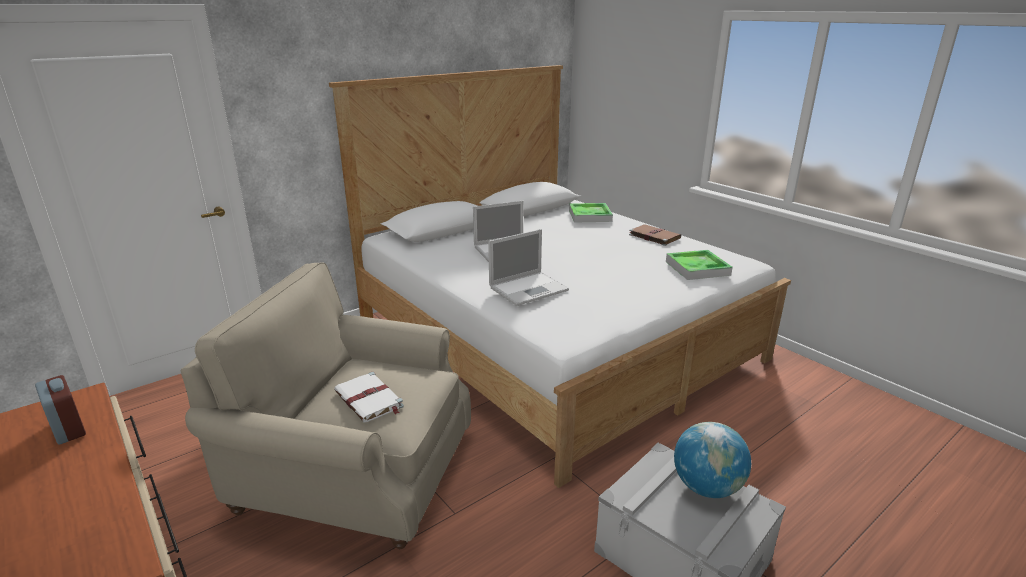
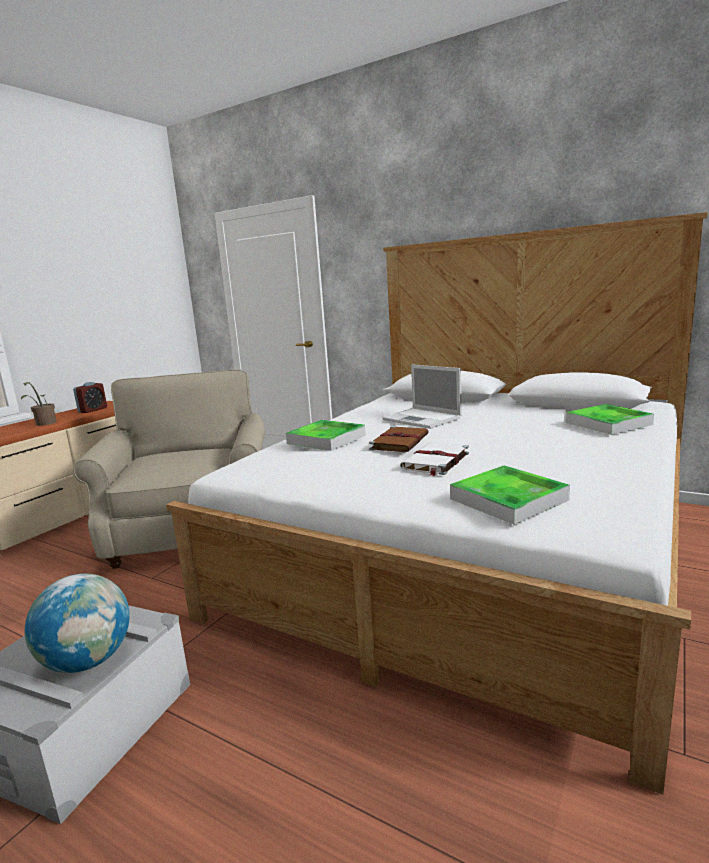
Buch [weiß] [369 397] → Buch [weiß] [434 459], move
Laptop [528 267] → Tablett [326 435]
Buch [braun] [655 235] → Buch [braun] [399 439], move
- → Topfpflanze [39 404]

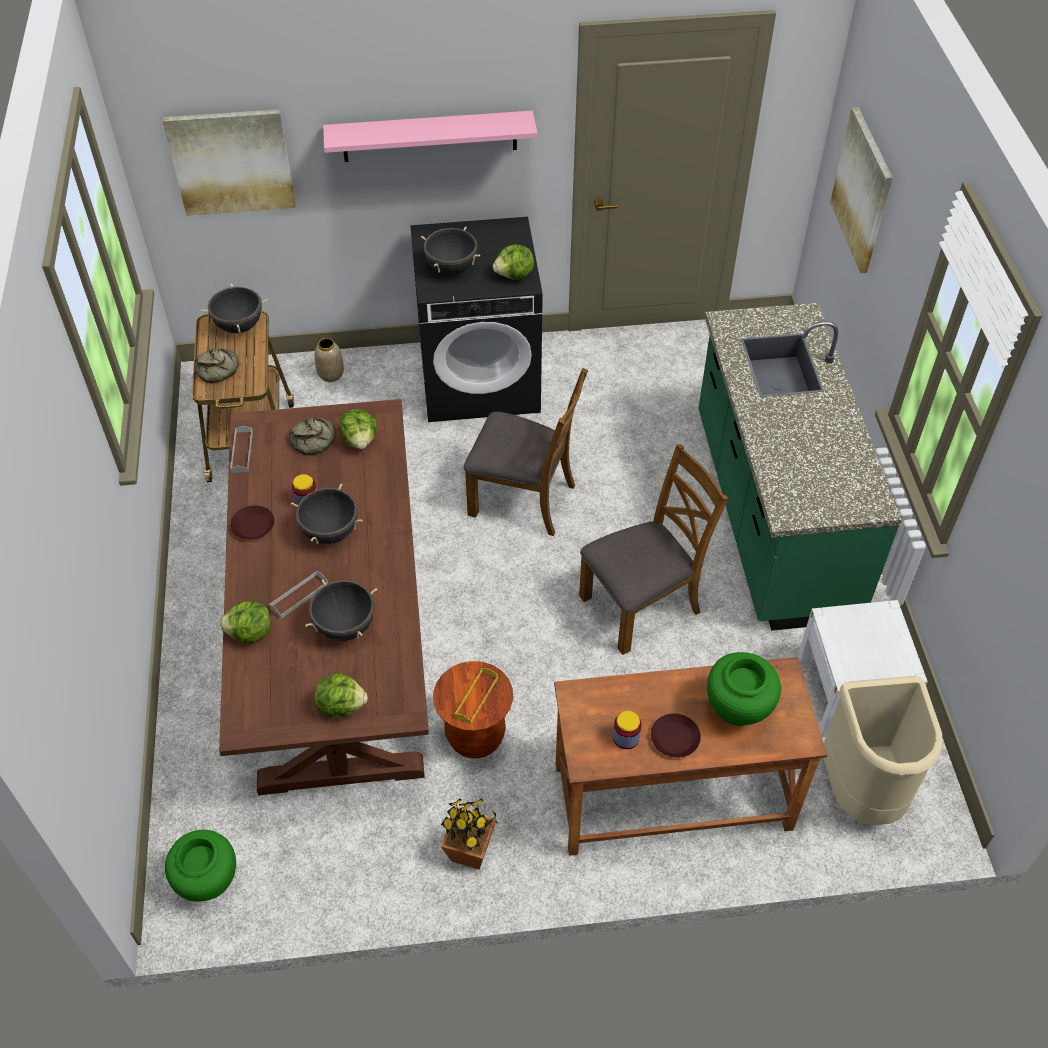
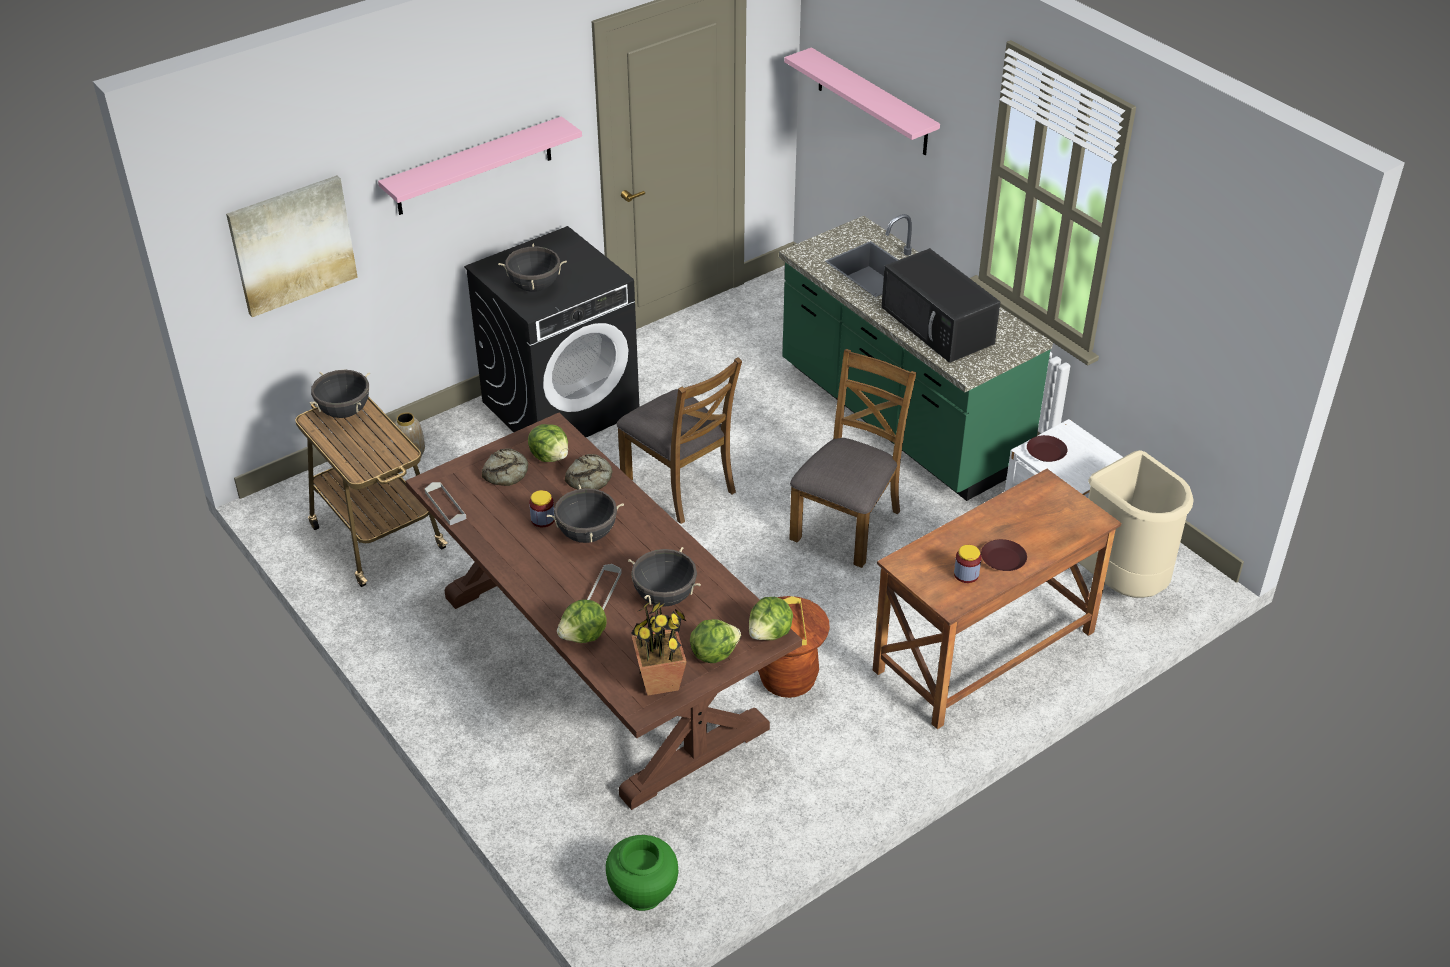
Brot [216 365] → Brot [588 472], move
Teller [braun] [252 523] → Teller [braun] [1047 448], move
Topfpflanze [469 834] → Topfpflanze [659 648], move
Stuhl [braun] [526 452] → Stuhl [braun] [679 440], 60 degrees clockwise
Salatkopf [513 262] → Salatkopf [771 618], move
Vase [grün] [744 689] → -
Bild [861 190] → Wandregal [rosa] [862 101]
- → Mikrowelle [schwarz] [941 305]

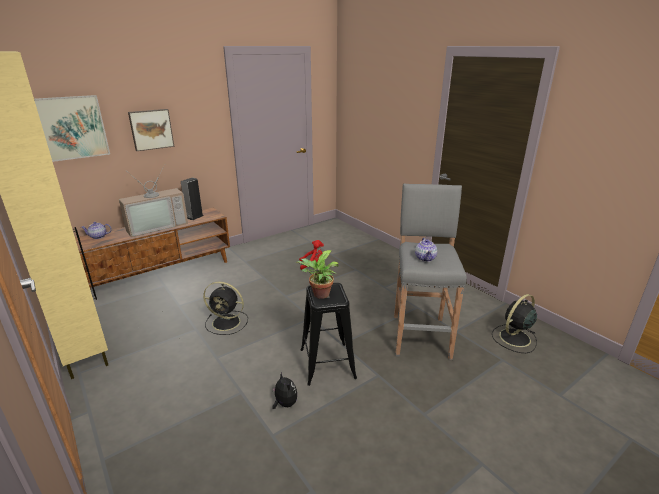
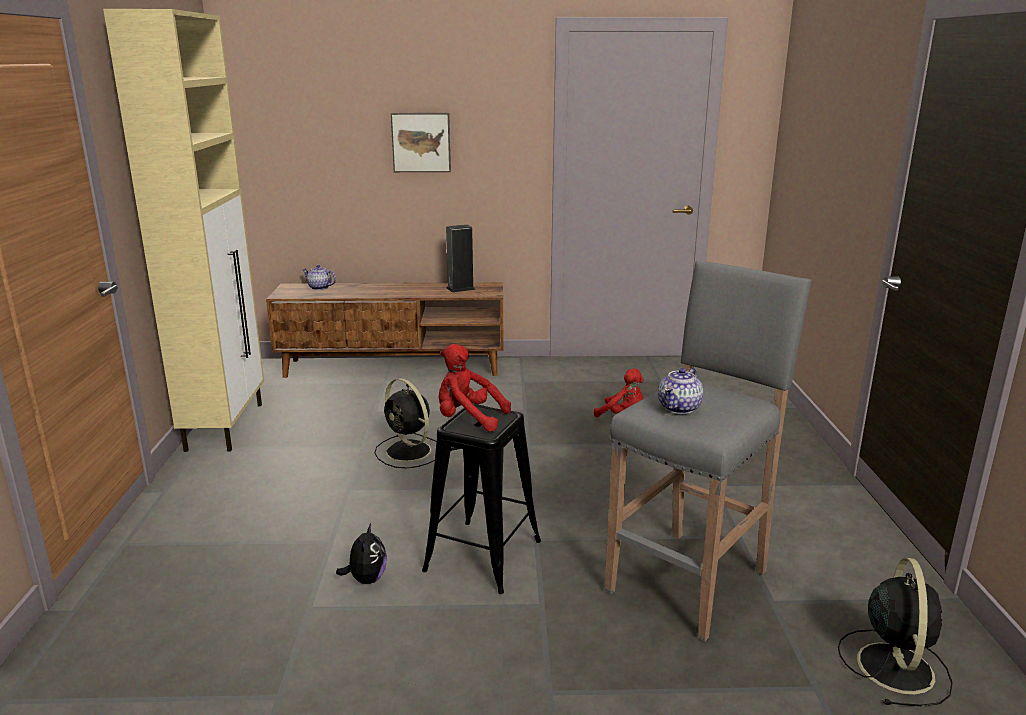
Bild [72 128] → -
Fernseher [153 201] → -
Topfpflanze [317 274] → Plüschtier [rot] [475 388]
Ventilator [schwarz] [514 323] → Ventilator [schwarz] [895 632], 105 degrees clockwise

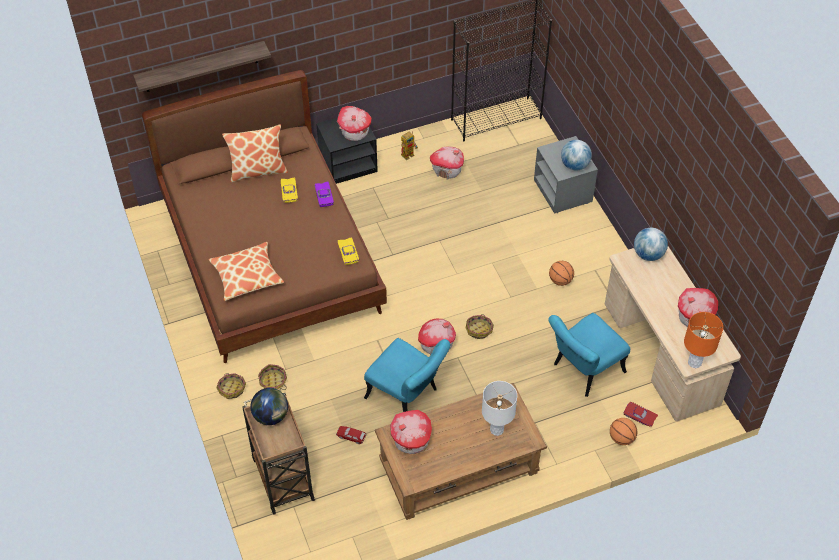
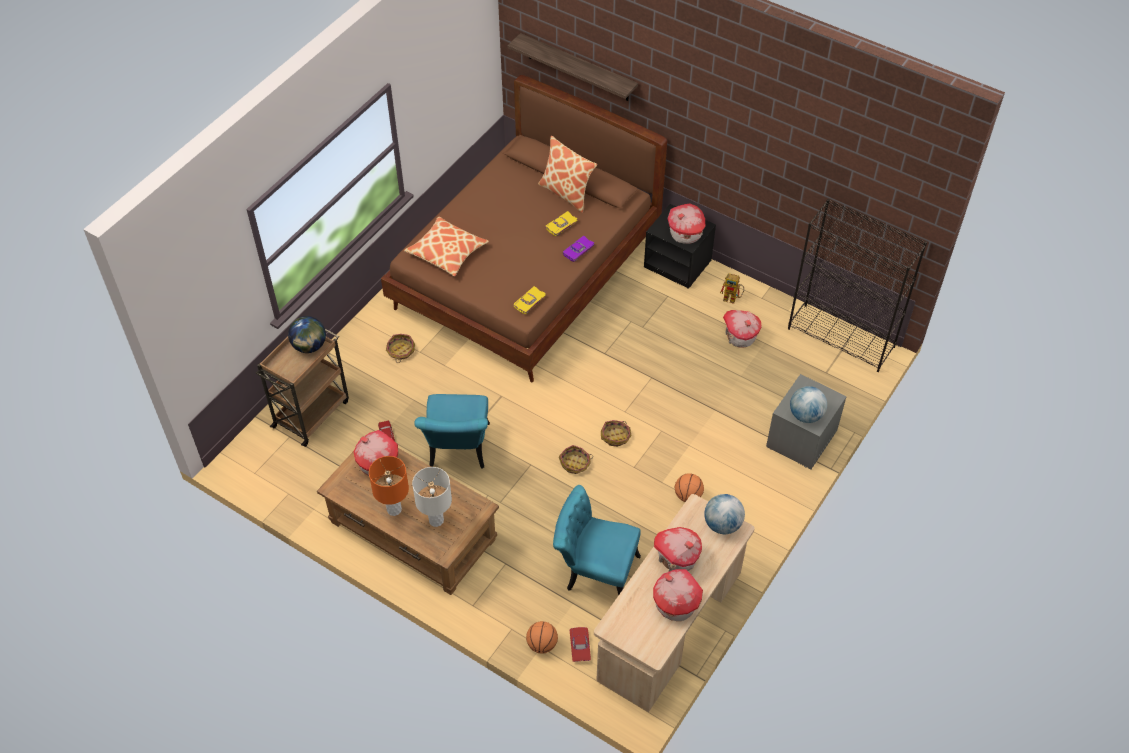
Korb [231 386] → Korb [616 433], move
Spielzeughaus [437 337] → Spielzeughaus [678 549], move
Tischlampe [orange] [703 340] → Tischlampe [orange] [389 486], move

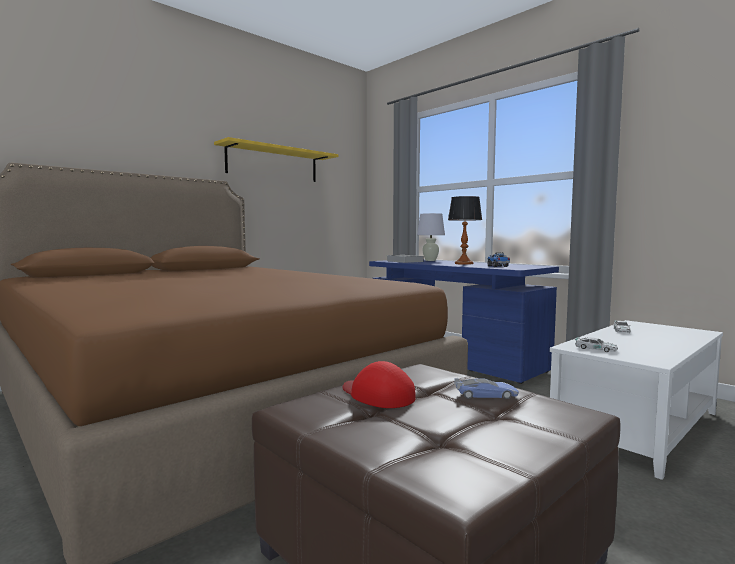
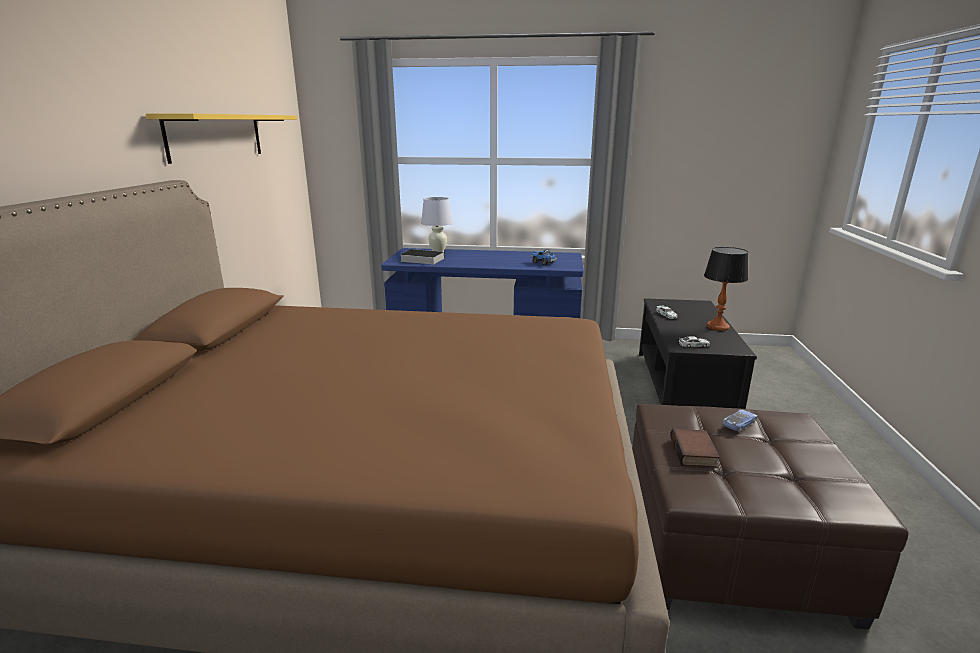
Kappe [rot] [379 384] → Buch [695 448]
Tischlampe [465 230] → Tischlampe [726 289], move
Couchtisch [weiß] [636 400] → Couchtisch [schwarz] [698 353]

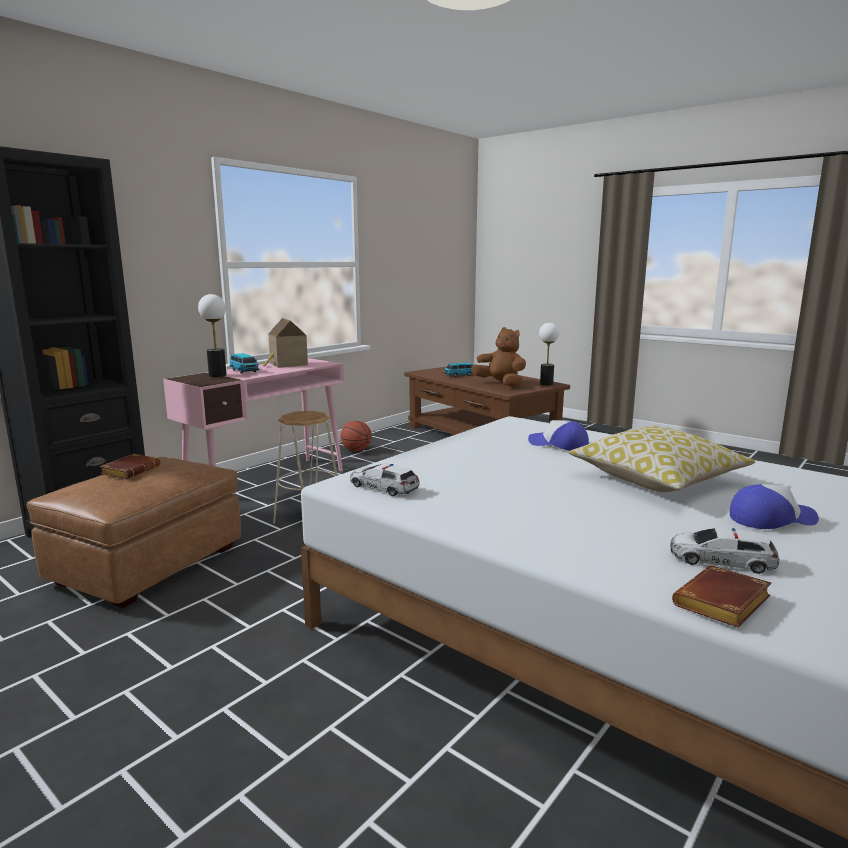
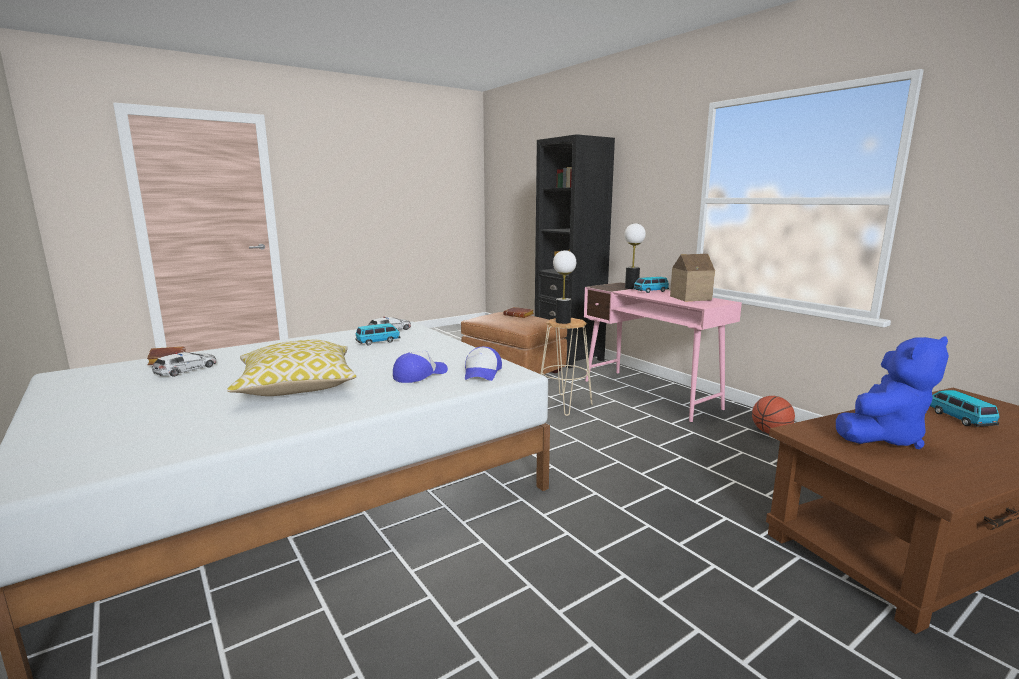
Plüschtier [braun] [498 357] → Plüschtier [blau] [892 393]
Tischlampe [549 354] → Tischlampe [564 287], move
Kappe [774 506] → Kappe [483 364], move
- → Spielzeugauto [378 334]

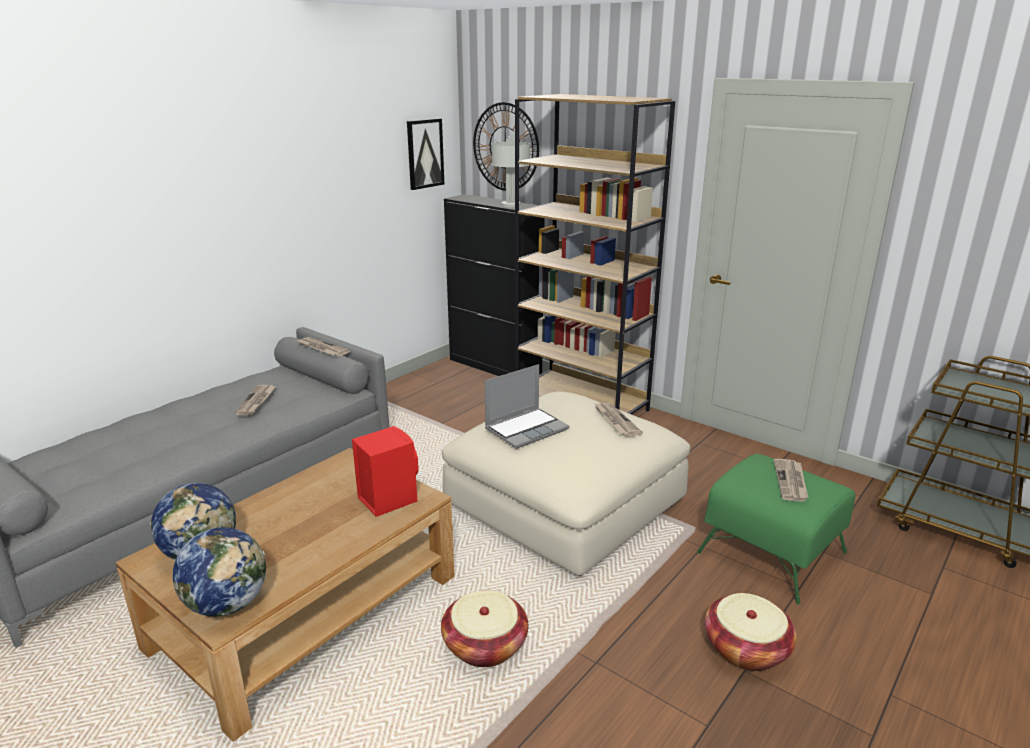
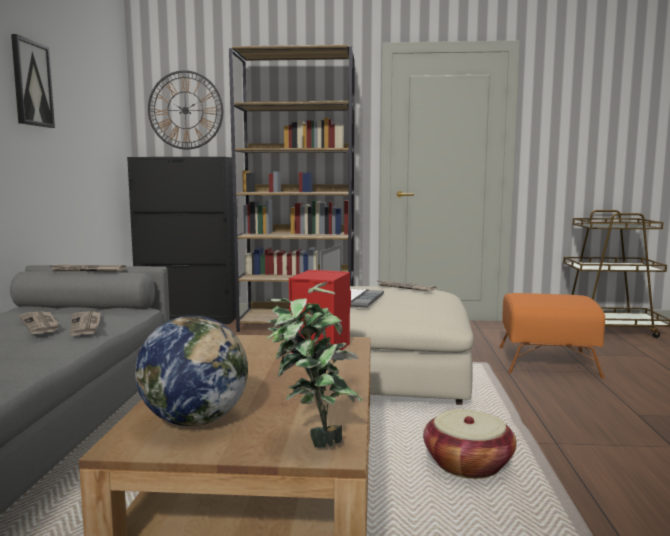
Globus [219 572] → Topfpflanze [314 364]
Bild [425 154] → Bild [33 81], move
Tischlampe [grau] [511 168] → -
Polsterhocker [grün] [776 529] → Polsterhocker [orange] [552 336]
Korb [751 632] → -
Zeitung [791 480] → Zeitung [85 323], move

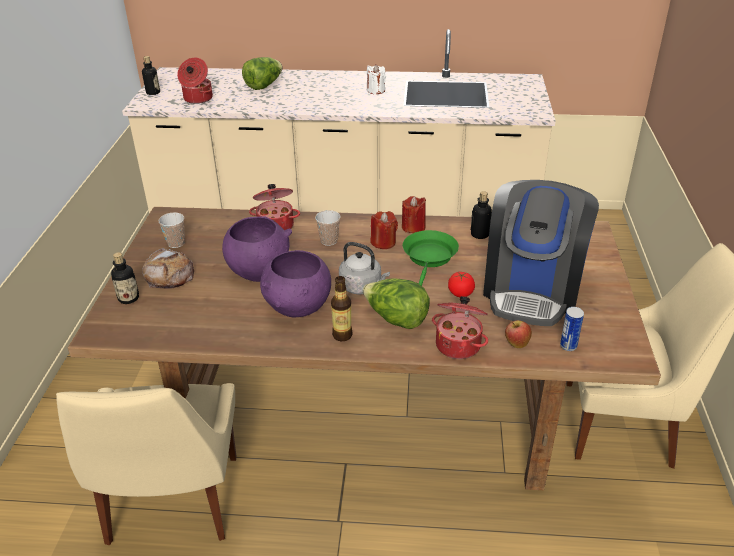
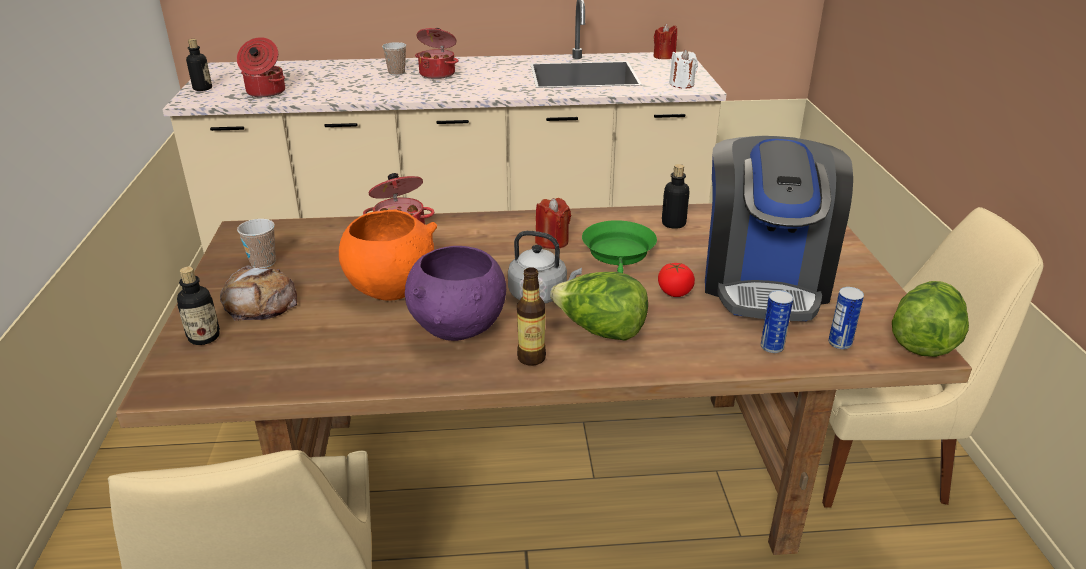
Schüssel [lila] [257 249] → Schüssel [orange] [388 255]
Salatkopf [262 73] → Salatkopf [930 319], move
Tasse [328 228] → Tasse [394 58], move
Kerze [weiß] [376 79] → Kerze [weiß] [683 69], move
Kerze [rot] [414 214] → Kerze [rot] [665 41], move
Kochtopf [460 327] → Kochtopf [437 53], move
Apfel [518 334] → Dose [777 321]

